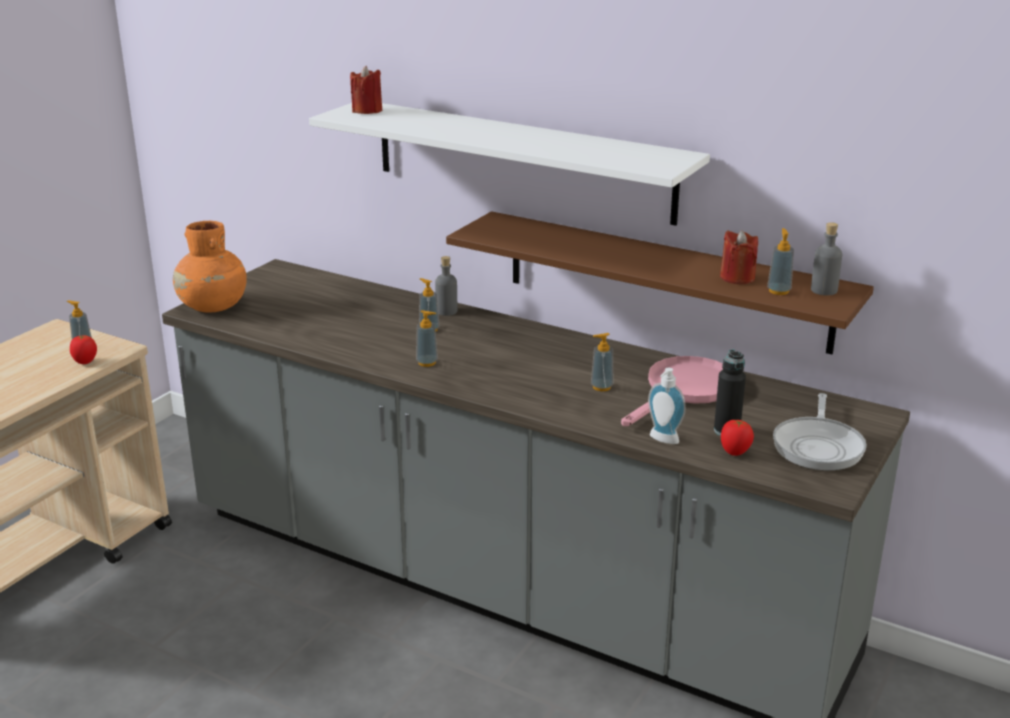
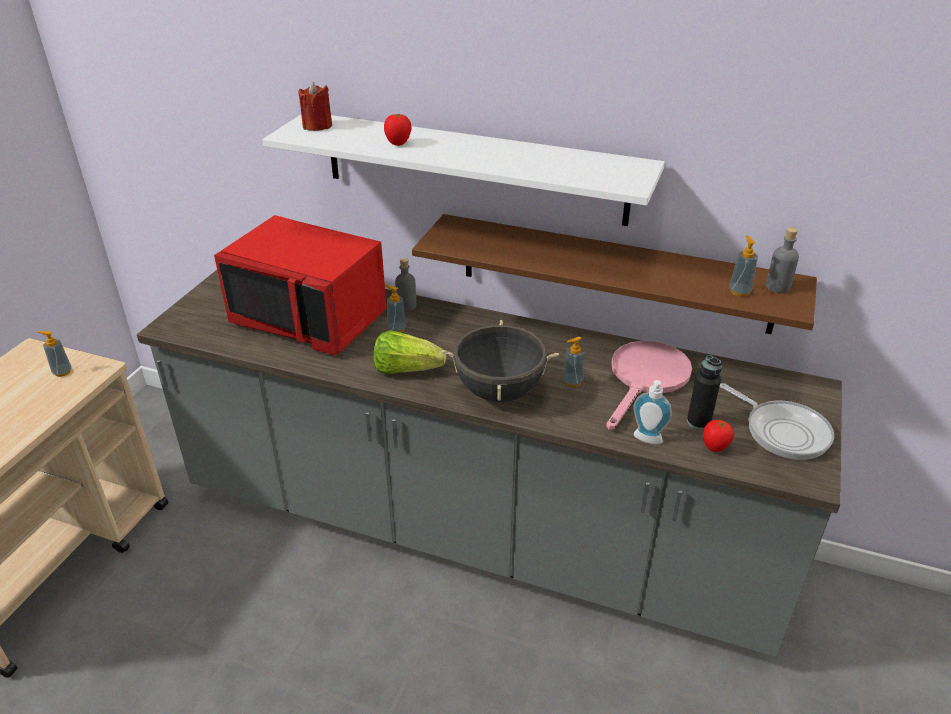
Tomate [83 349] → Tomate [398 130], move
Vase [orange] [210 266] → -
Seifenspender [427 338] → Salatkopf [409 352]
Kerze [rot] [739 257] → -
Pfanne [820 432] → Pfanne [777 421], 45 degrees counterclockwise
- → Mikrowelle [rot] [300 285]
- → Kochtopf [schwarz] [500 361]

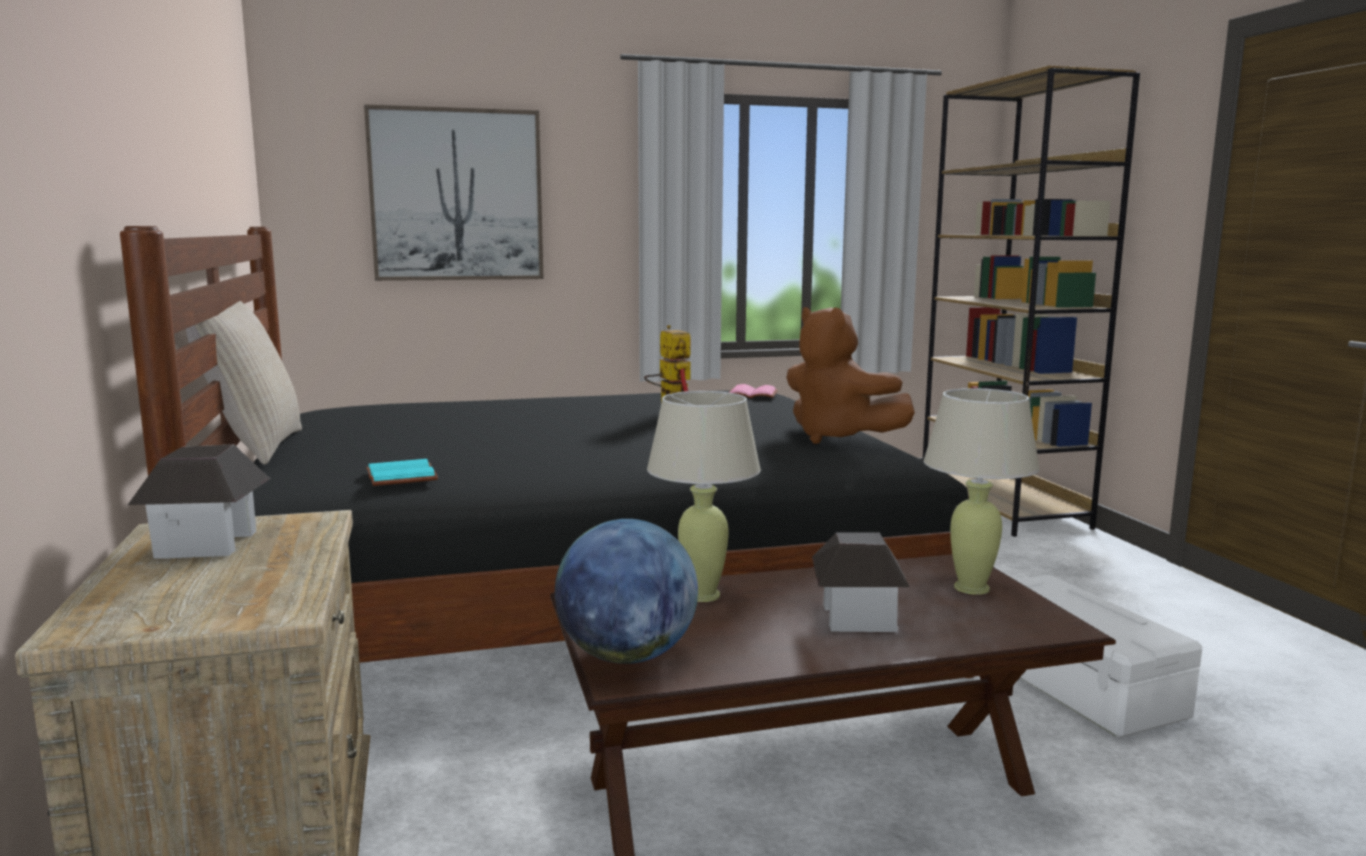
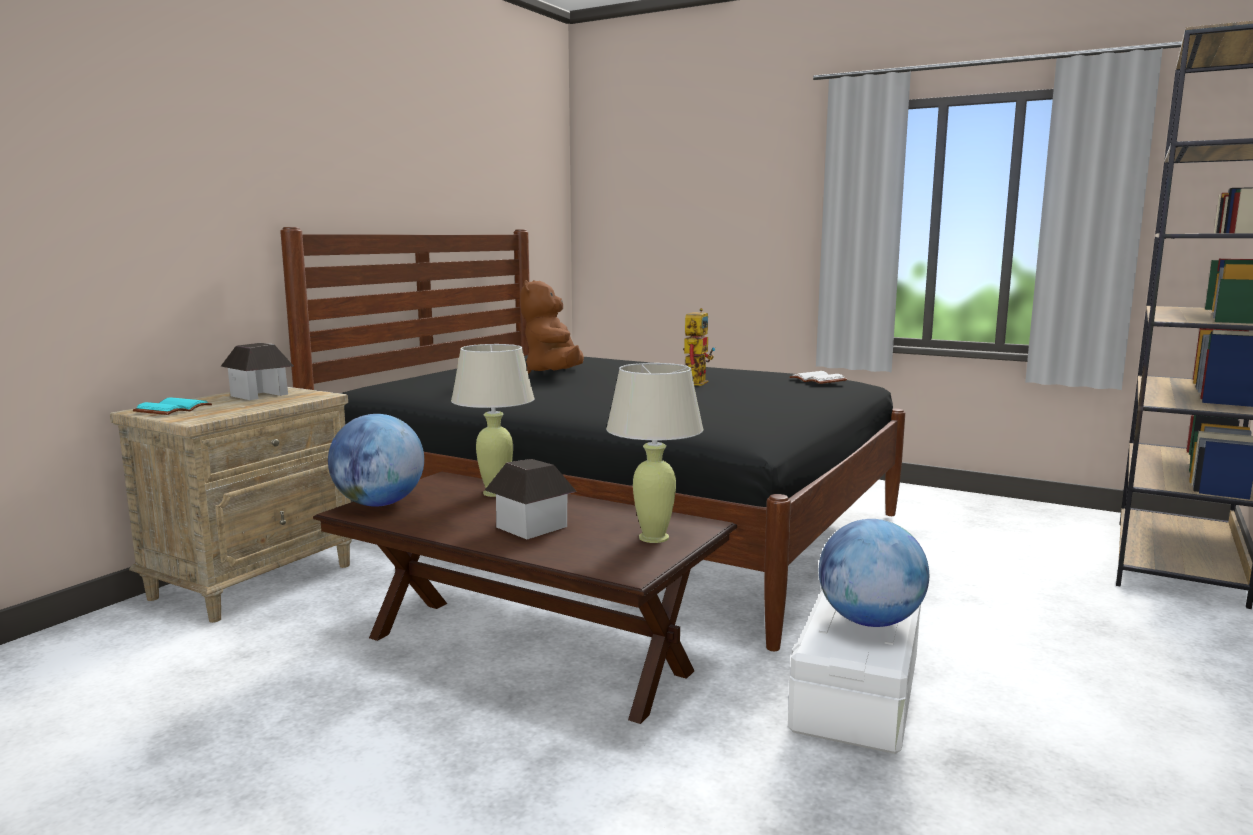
Kissen [beige] [244 383] → -
Bild [454 192] → -
Buch [türkis] [402 472] → Buch [türkis] [172 406], move
Buch [rosa] [753 391] → Buch [weiß] [818 377]
Plüschtier [braun] [850 375] → Plüschtier [braun] [552 327], move
- → Globus [874 573]

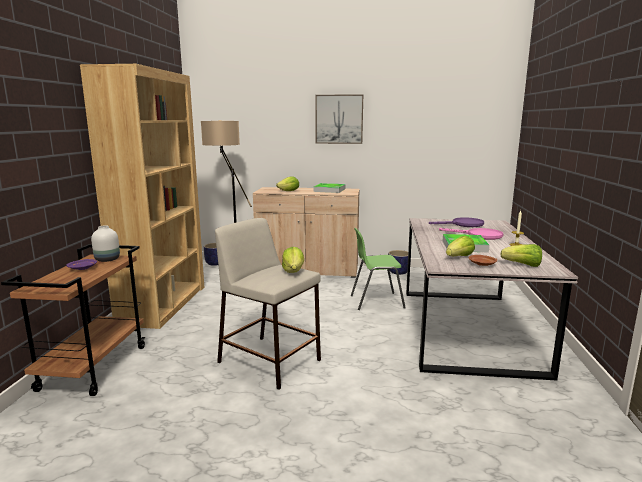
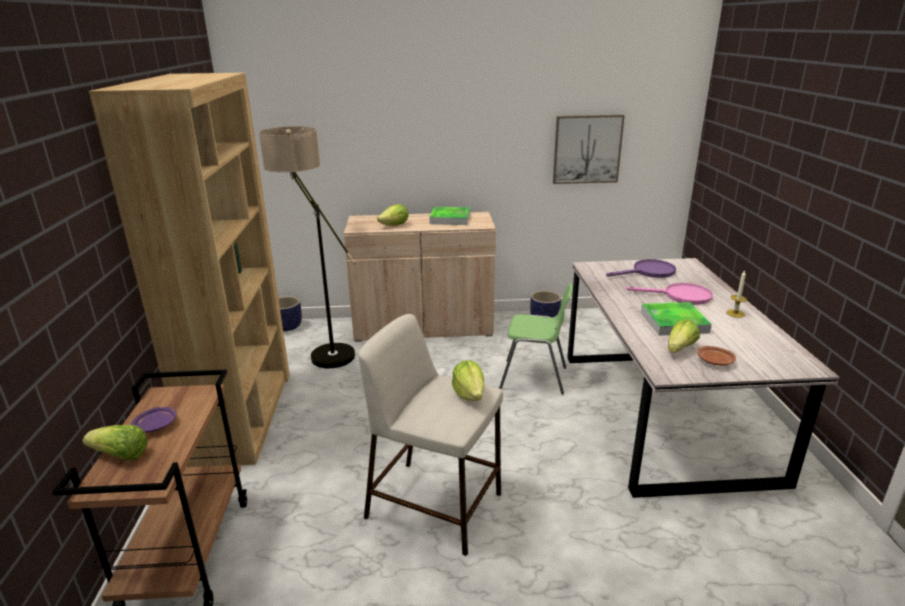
Vase [weiß] [105 244] → -
Bild [339 119] → Bild [589 149], move
Stuhl [grün] [378 269] → Stuhl [grün] [535 339], 150 degrees counterclockwise
Salatkopf [521 255] → Salatkopf [115 442], move

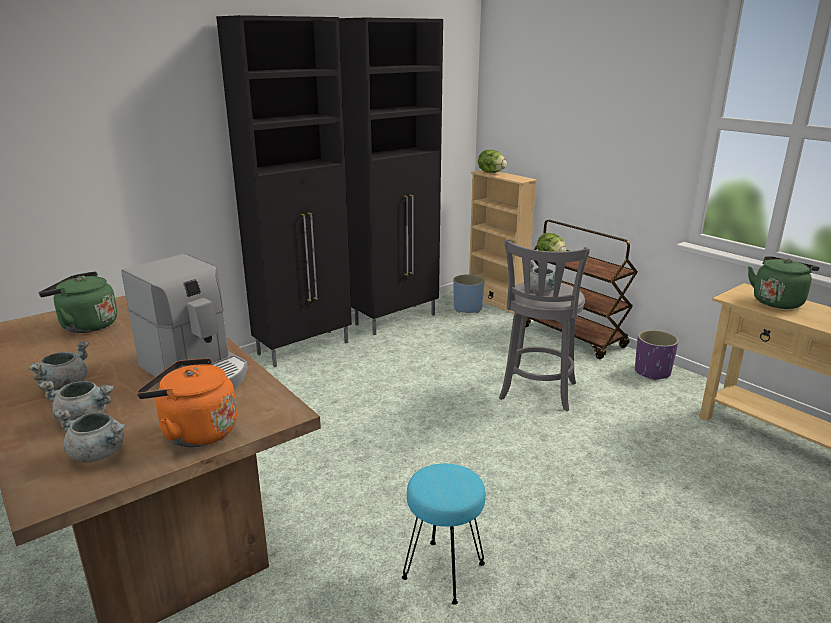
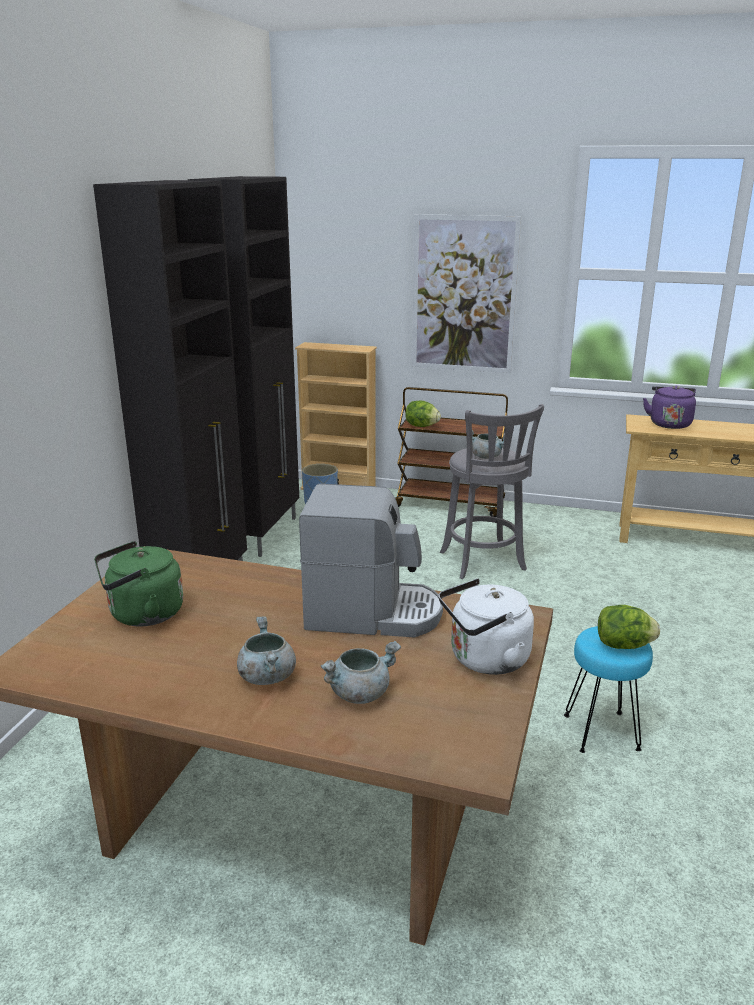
Kochtopf [grau] [90 436] → -
Wasserkessel [orange] [187 402] → Wasserkessel [weiß] [486 626]
Salatkopf [492 161] → Salatkopf [629 627], move
Pflanzkübel [lila] [657 355] → -
Wasserkessel [grün] [784 282] → Wasserkessel [lila] [669 407]
- → Bild [466 293]

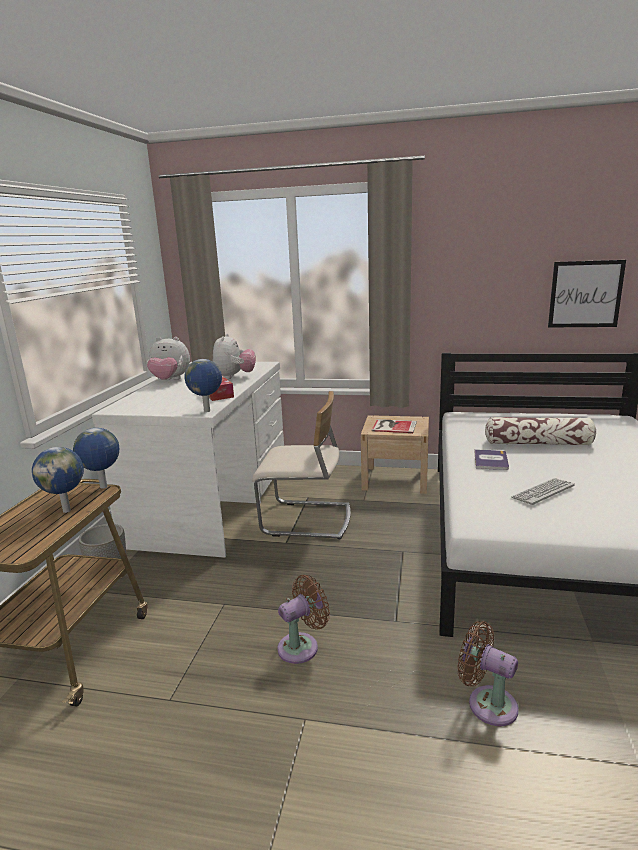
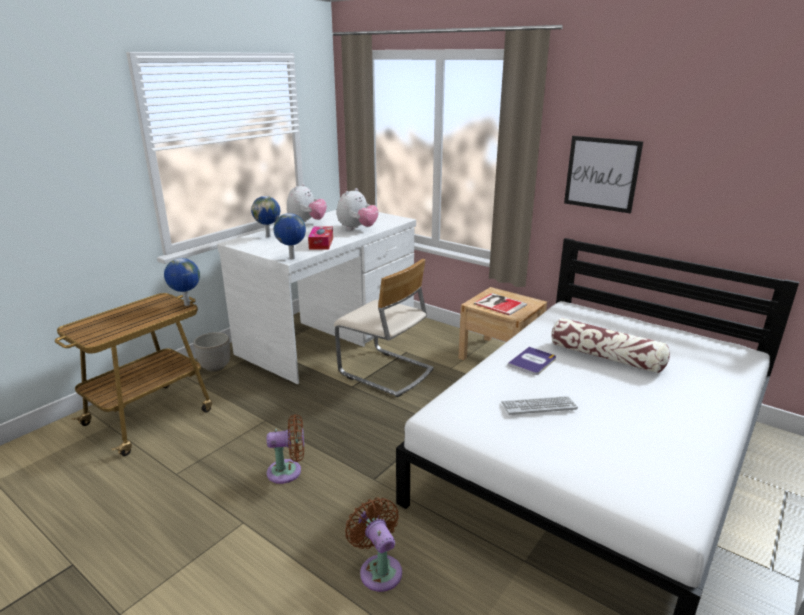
Globus [58 480] → Globus [265 217], move
Plüschtier [168 358] → Plüschtier [307 202], 105 degrees counterclockwise
Bild [587 293] → Bild [603 175], move

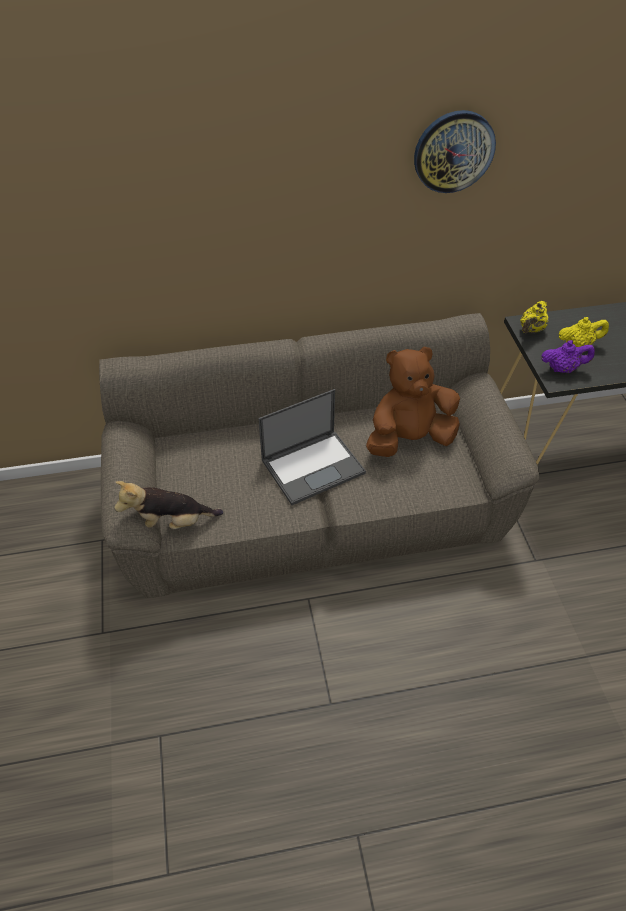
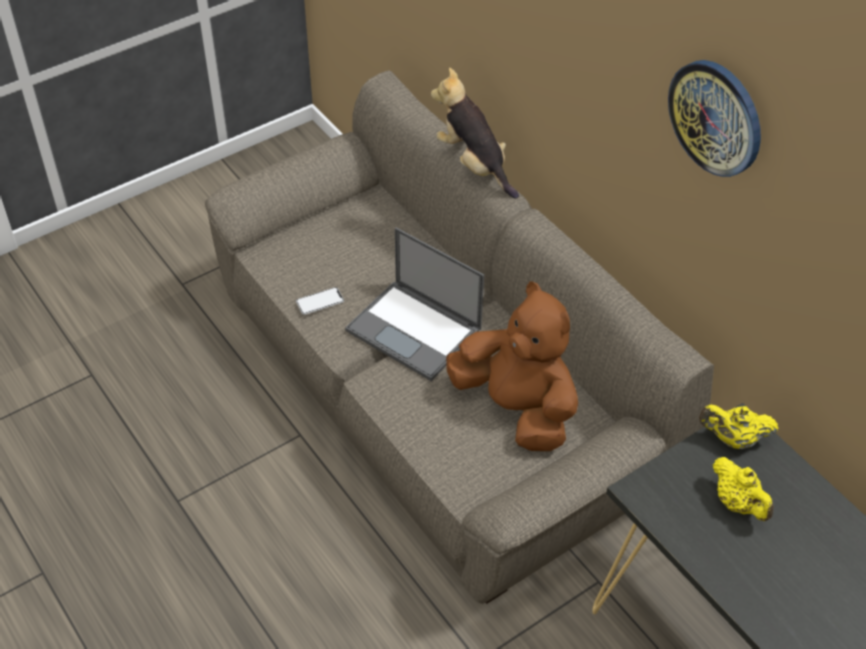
Plüschtier [168 505] → Plüschtier [475 133], move
Teekanne [lila] [568 356] → -
- → Handy [320 301]

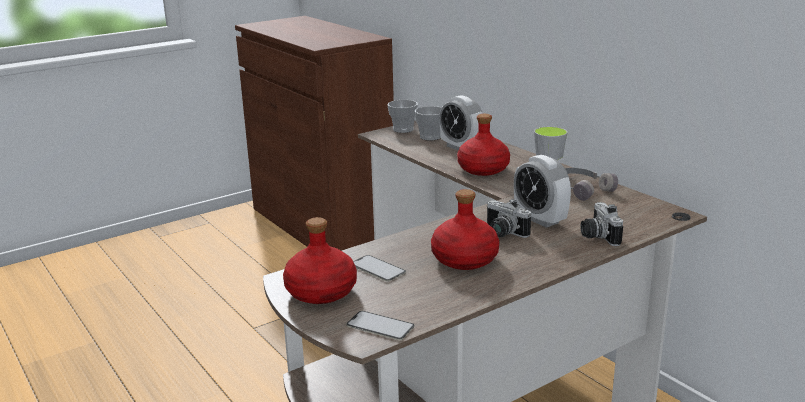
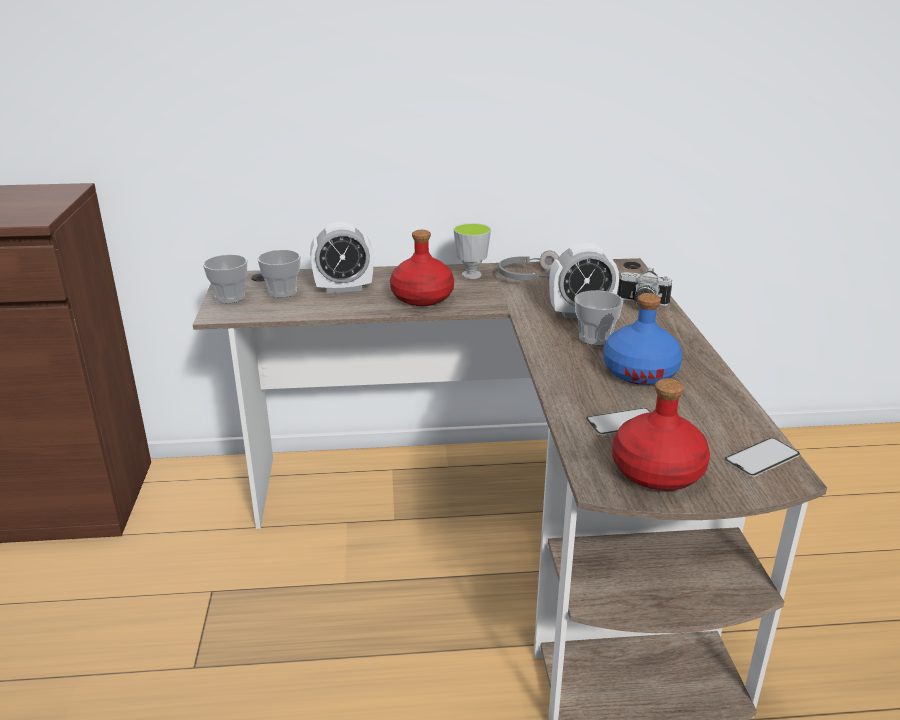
Flasche [rot] [465 229] → Flasche [blau] [643 339]
Kamera [509 218] → Tasse [599 317]

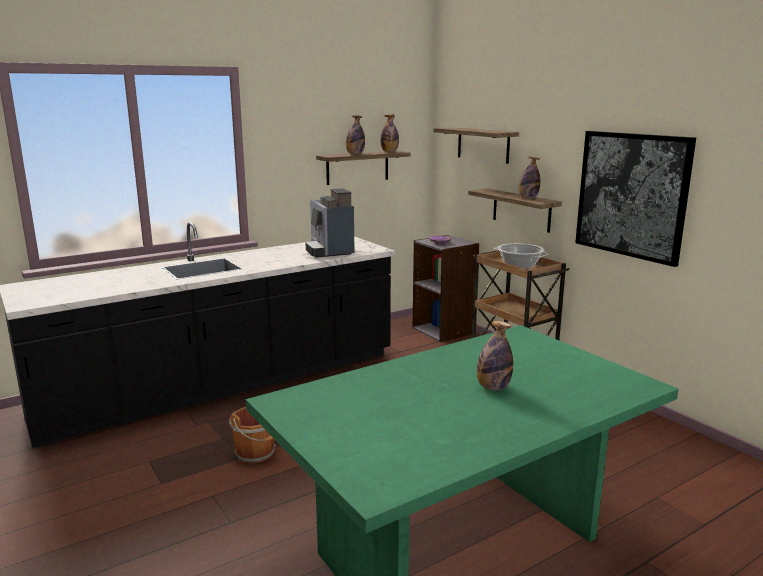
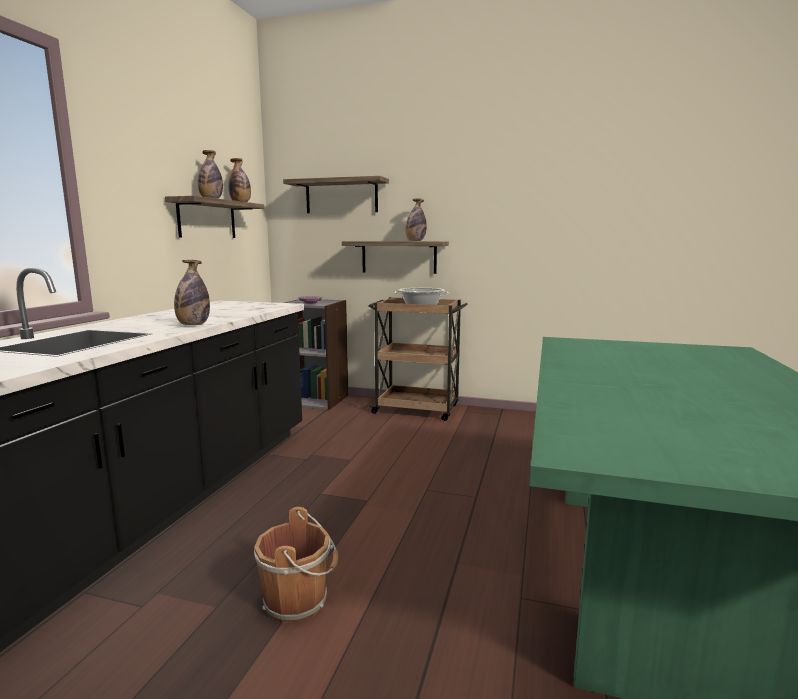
Kaffeemaschine [330 223] → -
Flasche [495 356] → Flasche [192 292], move
Bild [635 199] → -

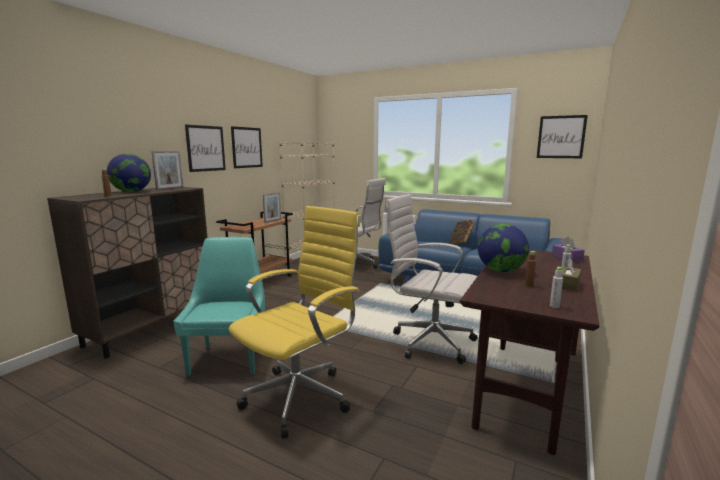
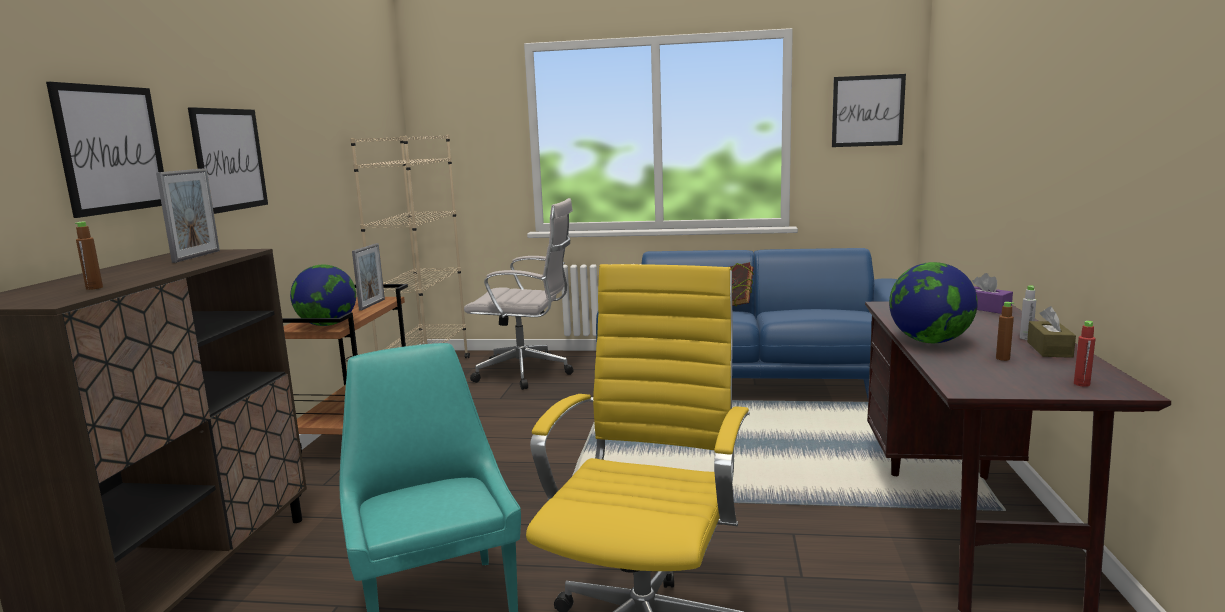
Globus [129 173] → Globus [323 295], move
Bild [247 147] → Bild [105 150], move
Bürostuhl [weiß] [431 279] → -
Flasche [grau] [556 287] → Flasche [rot] [1085 354]

